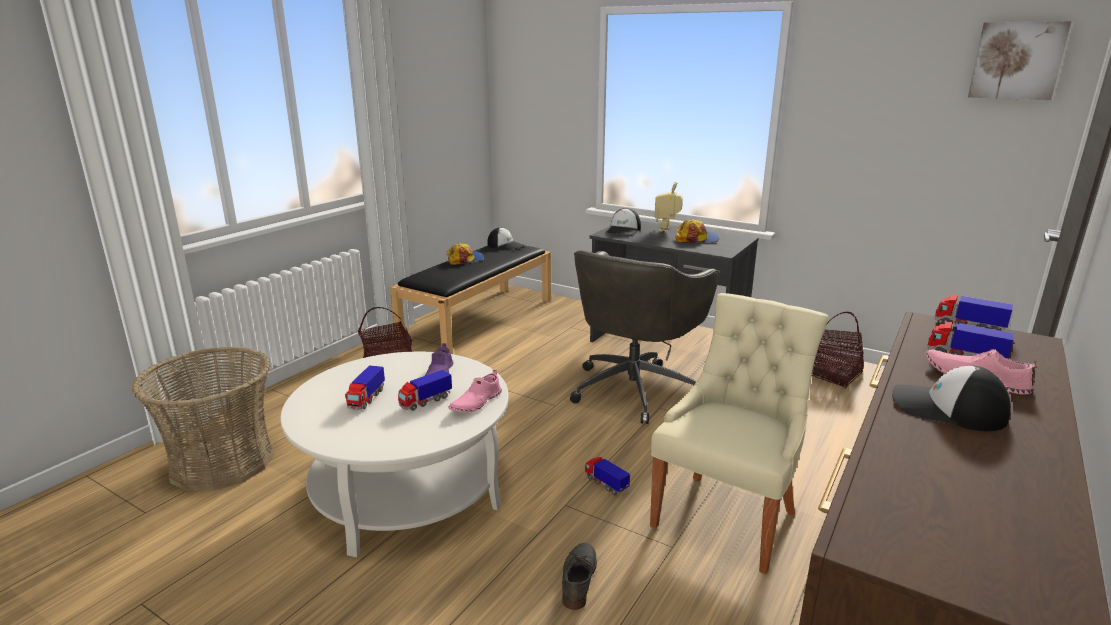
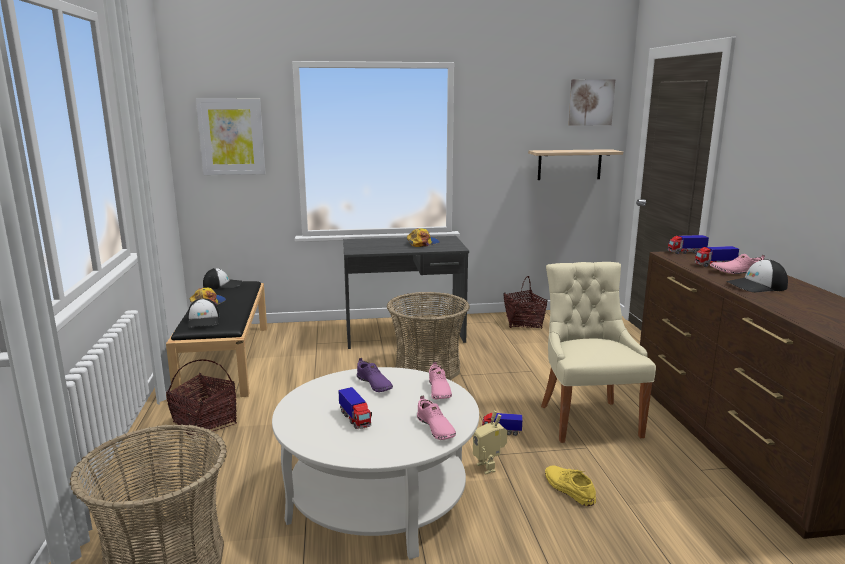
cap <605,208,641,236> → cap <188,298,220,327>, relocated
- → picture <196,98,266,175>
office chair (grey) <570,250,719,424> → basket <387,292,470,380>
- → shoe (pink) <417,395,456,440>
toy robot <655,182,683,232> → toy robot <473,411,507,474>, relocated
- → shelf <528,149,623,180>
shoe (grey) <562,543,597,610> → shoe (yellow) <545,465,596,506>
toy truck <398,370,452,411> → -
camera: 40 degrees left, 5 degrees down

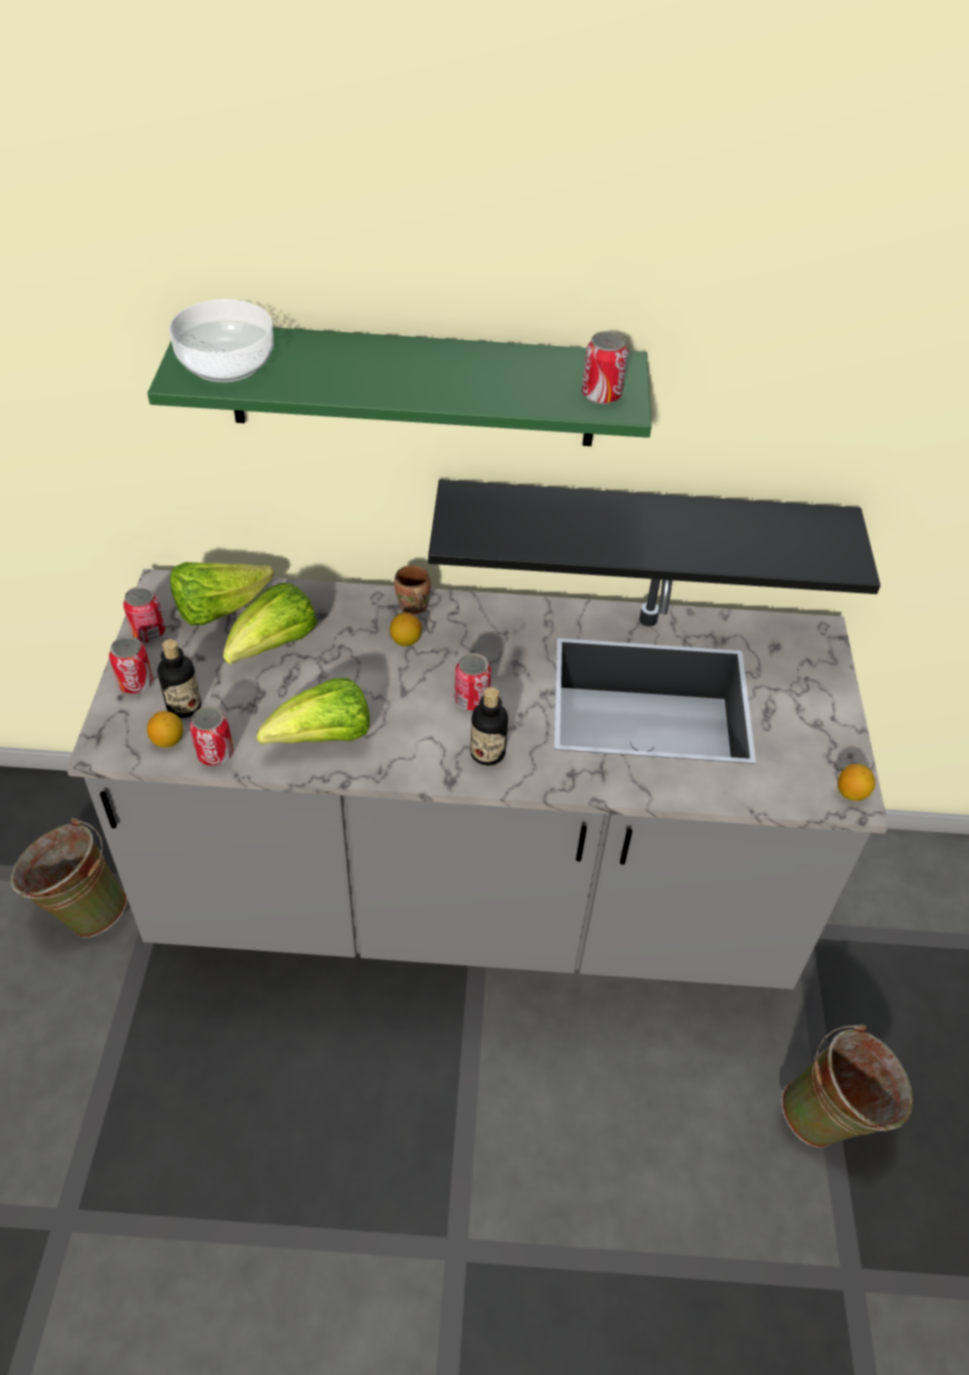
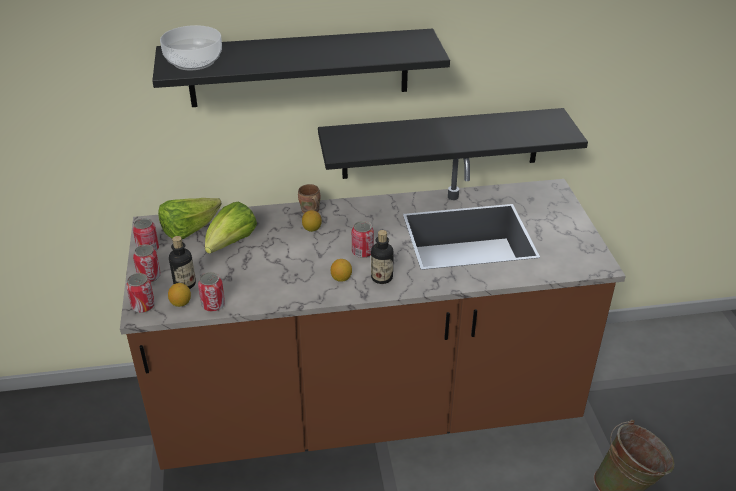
counter (grey) <66,569,889,989> → counter (brown) <120,158,626,470>
can <582,331,628,404> → can <126,273,155,313>, relocated
shelf (green) <147,327,652,446> → shelf (black) <152,29,450,107>
lemon <838,764,875,801> → lemon <331,259,352,282>, relocated
bucket (green) <11,818,127,938> → -
lettuce <257,678,370,744> → -
camera: 10 degrees left, 10 degrees down

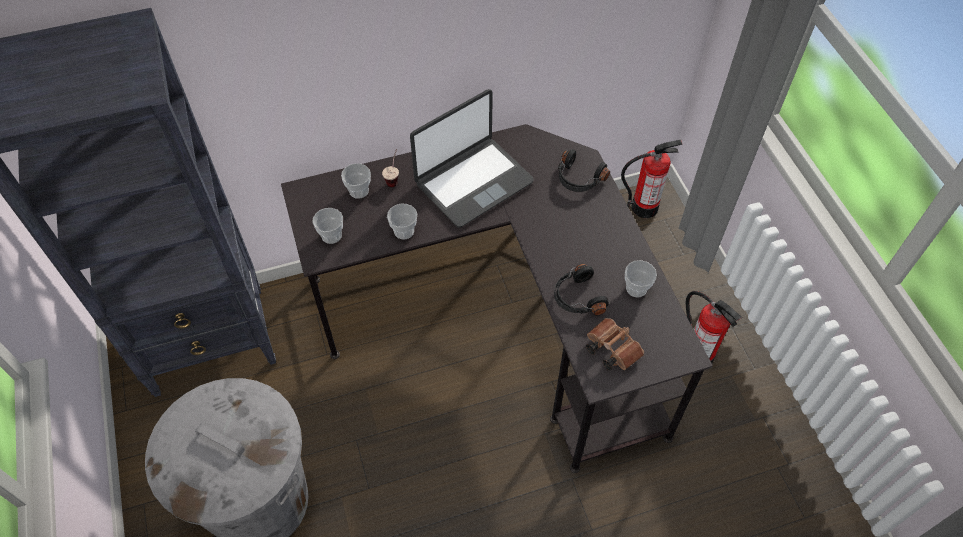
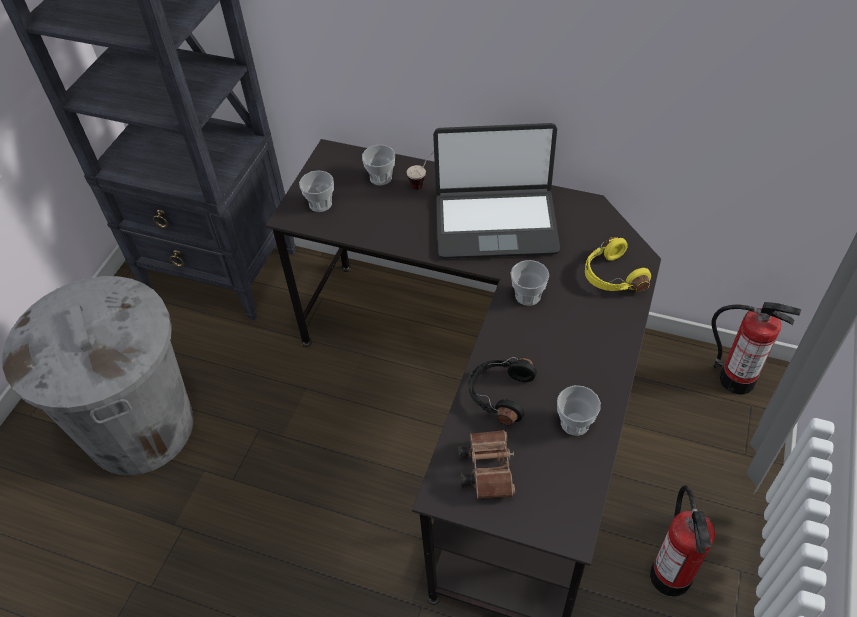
cup <387,203,417,240> → cup <511,260,549,306>, relocated
headphones (black) <558,149,610,192> → headphones (yellow) <585,237,651,292>
camera: 40 degrees right, 5 degrees down

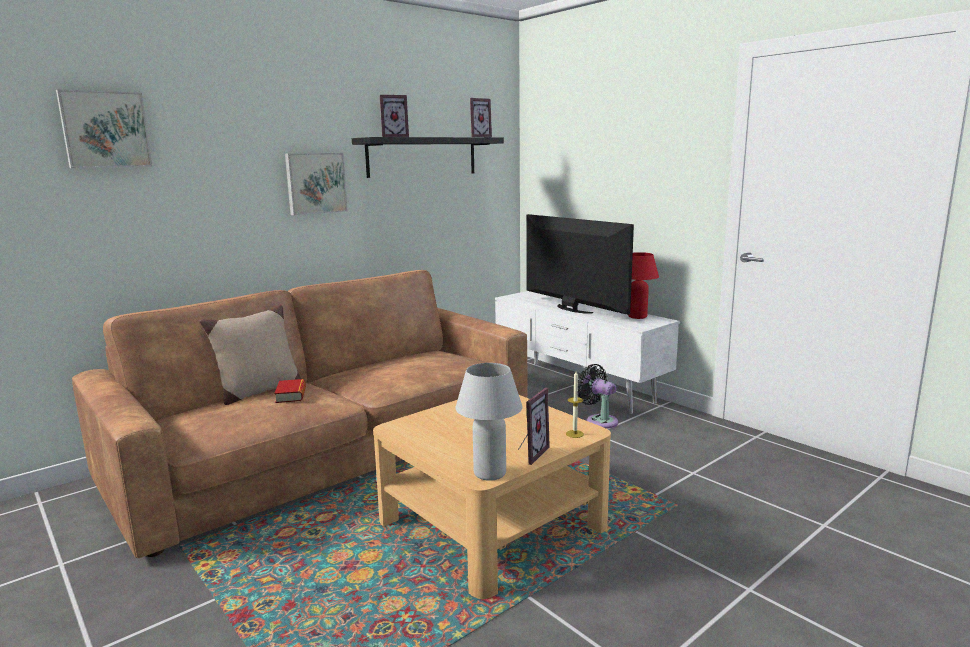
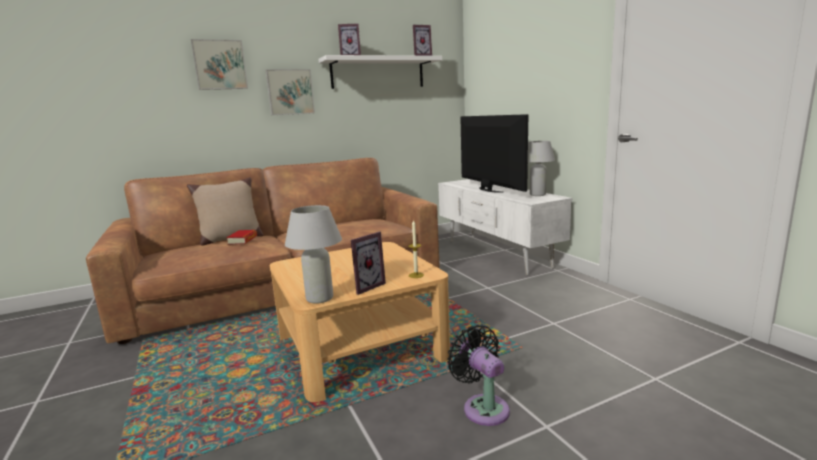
picture <56,89,152,168> → picture <191,39,248,90>, relocated
shelf (black) <352,137,504,178> → shelf (white) <318,55,442,89>
fan (black) <578,364,618,429> → fan (black) <447,325,510,426>, relocated
table lamp (red) <628,252,659,319> → table lamp (white) <528,141,555,196>
camera: 15 degrees right, 0 degrees up

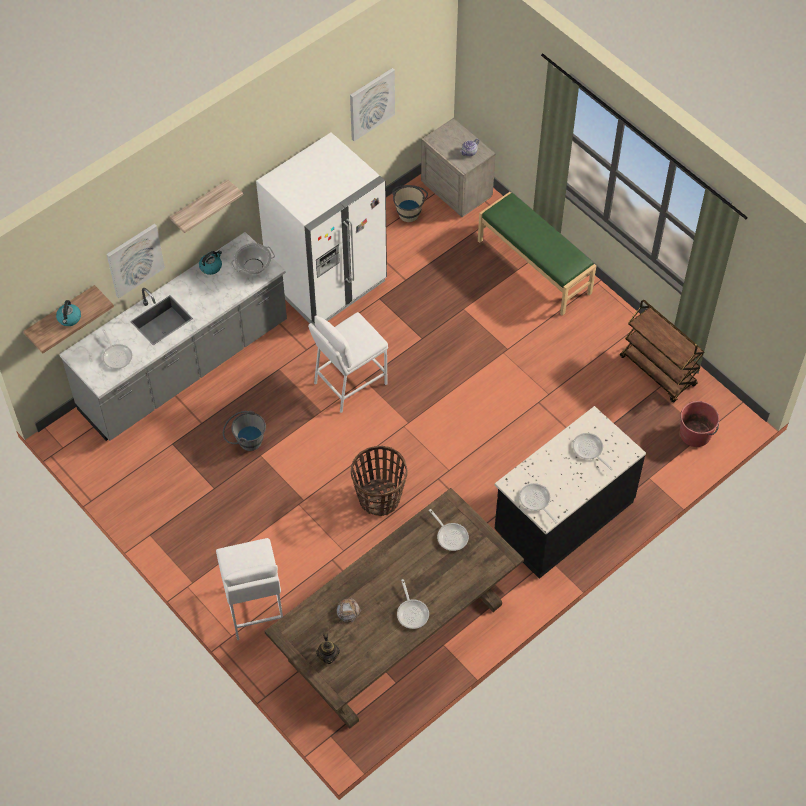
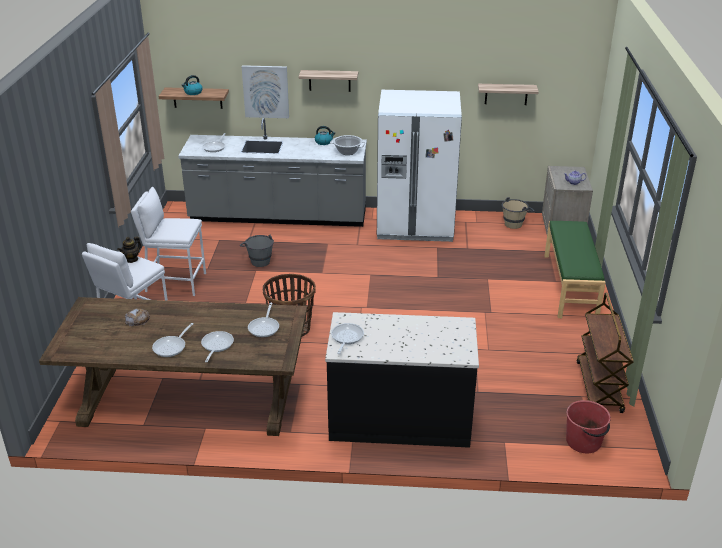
teapot <316,633,340,664> → teapot <117,236,142,263>, relocated
stool (white) <308,312,388,413> → stool (white) <131,187,206,296>, relocated
frying pan <572,433,613,470> → frying pan <201,331,234,362>, relocated
picture <350,68,395,141> → shelf <478,84,539,105>
camera: 45 degrees right, 25 degrees down

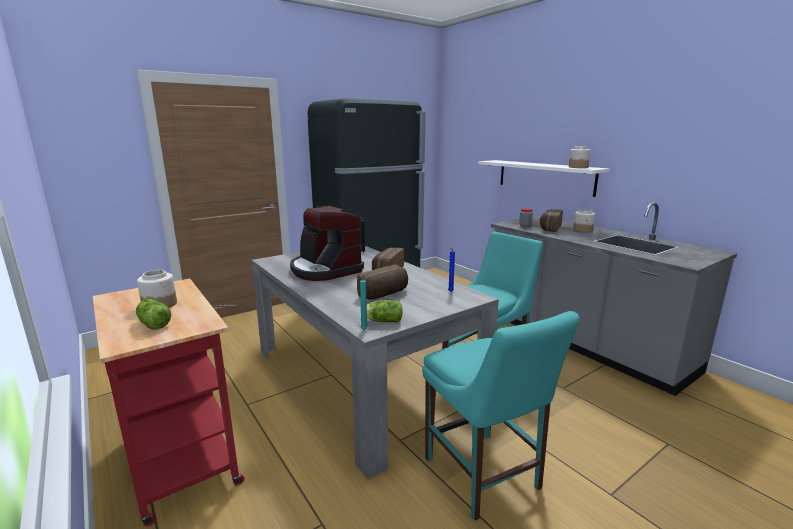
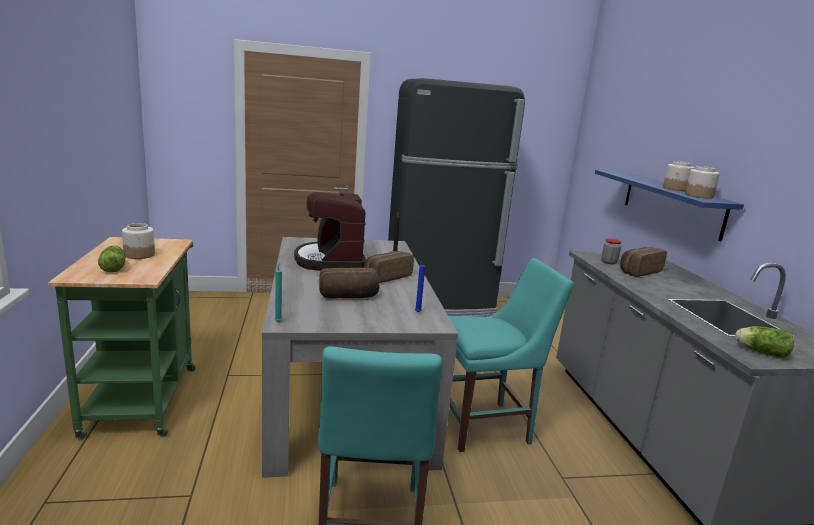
cart (red) <93,279,244,526> → cart (green) <48,237,196,440>
shelf (white) <478,160,610,197> → shelf (blue) <595,170,744,242>
jar <573,209,595,232> → jar <663,161,695,191>, relocated
lettuce <367,300,403,322> → lettuce <735,326,794,358>, relocated
camera: 25 degrees right, 0 degrees up

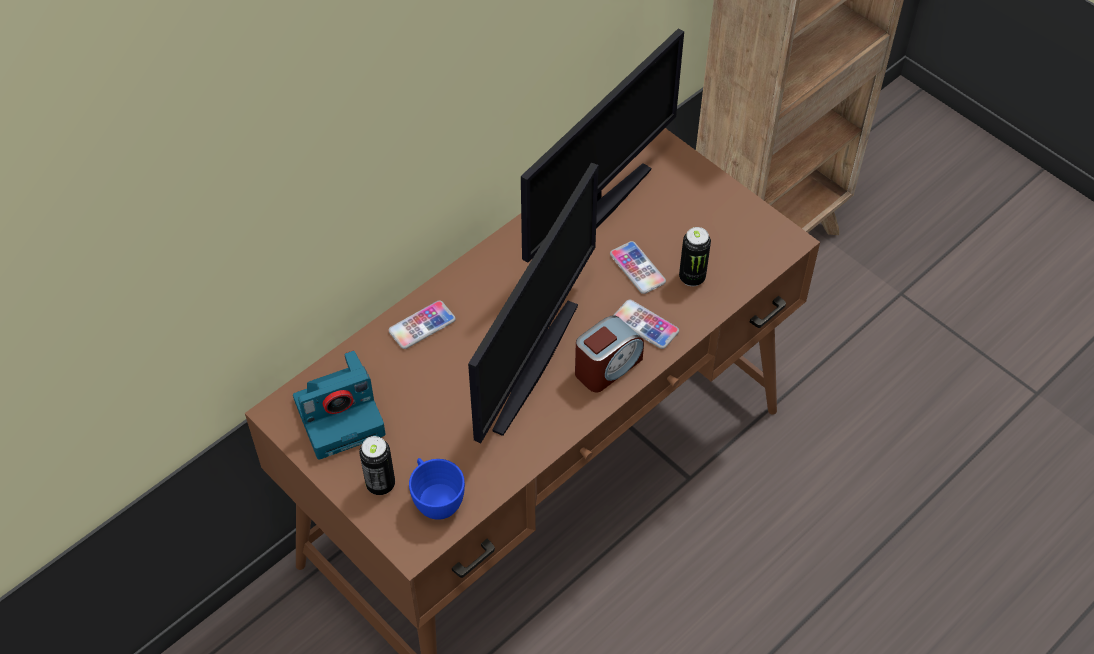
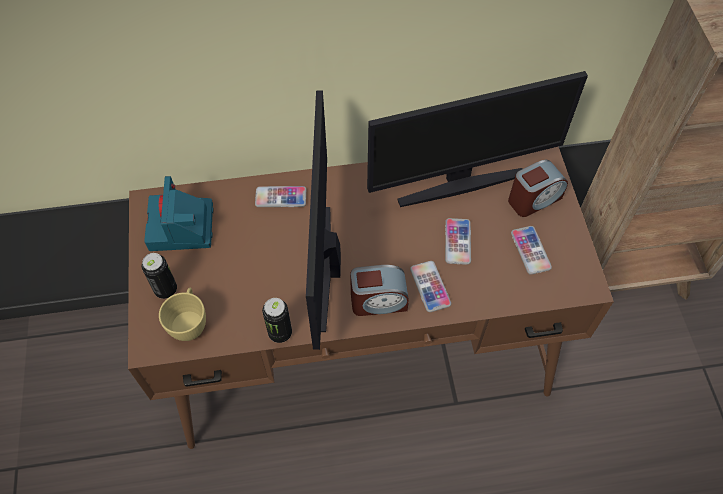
photo camera <293,351,386,460> → photo camera <144,176,214,251>, 75 degrees clockwise
cup (blue) <409,458,465,520> → cup (yellow) <159,288,206,341>
can <679,227,711,286> → can <262,298,292,343>, relocated
monitor <468,163,599,443> → monitor <306,90,341,350>, 120 degrees clockwise
- → alarm clock <508,160,568,217>
- → phone <511,226,552,275>
camera: 35 degrees right, 5 degrees up

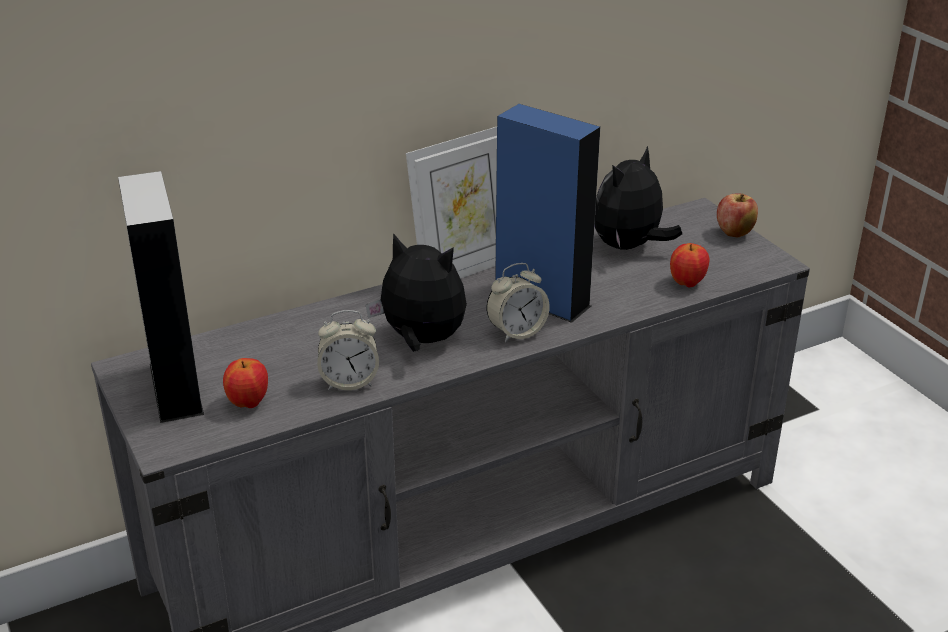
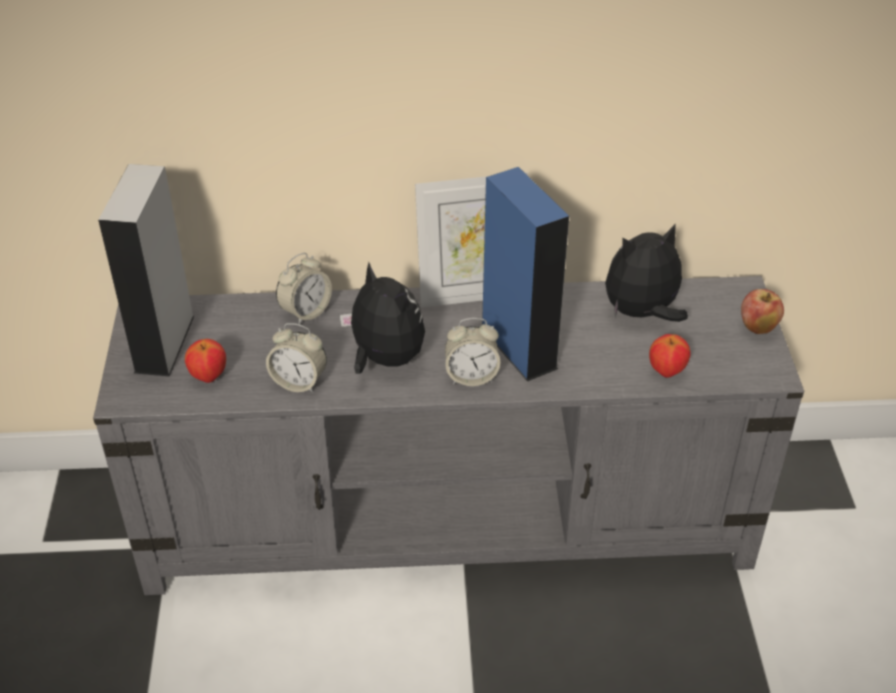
- → alarm clock <276,253,332,324>
camera: 25 degrees right, 10 degrees up

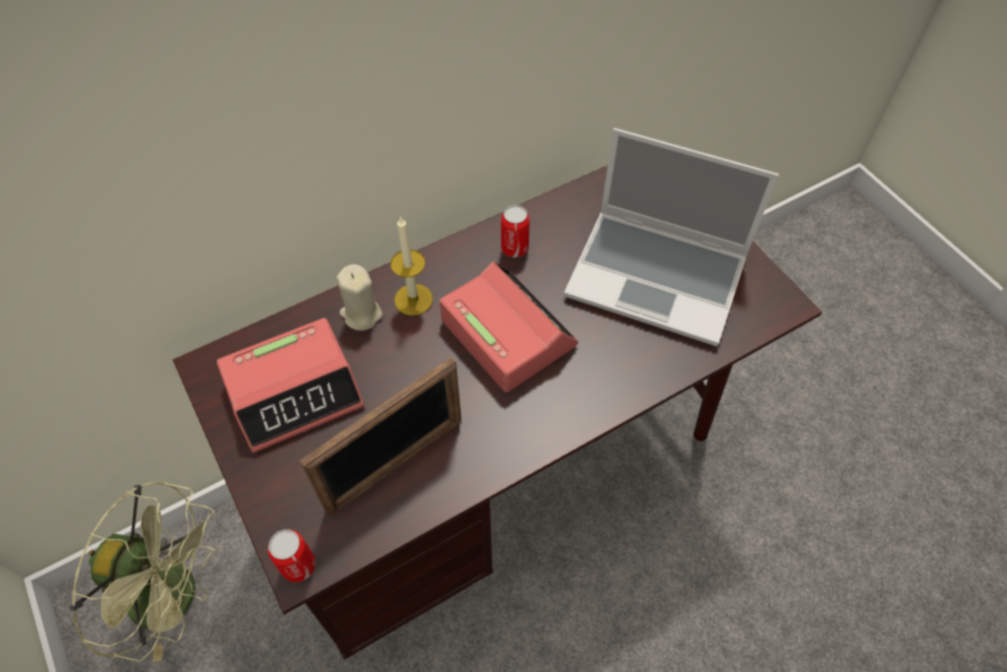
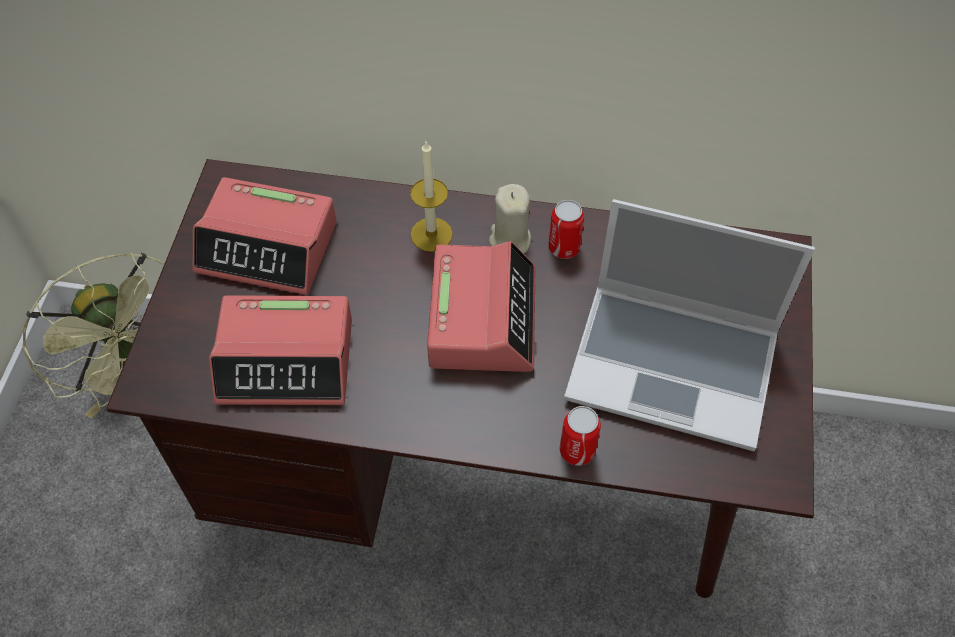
picture frame <299,356,461,516> → alarm clock <209,295,352,405>
candle (beige) <336,264,383,331> → candle (beige) <489,184,531,253>, relocated
can <268,529,316,582> → can <560,406,601,466>, relocated
laptop <564,128,779,347> → laptop <564,199,815,451>, 45 degrees counterclockwise
camera: 40 degrees right, 0 degrees up

